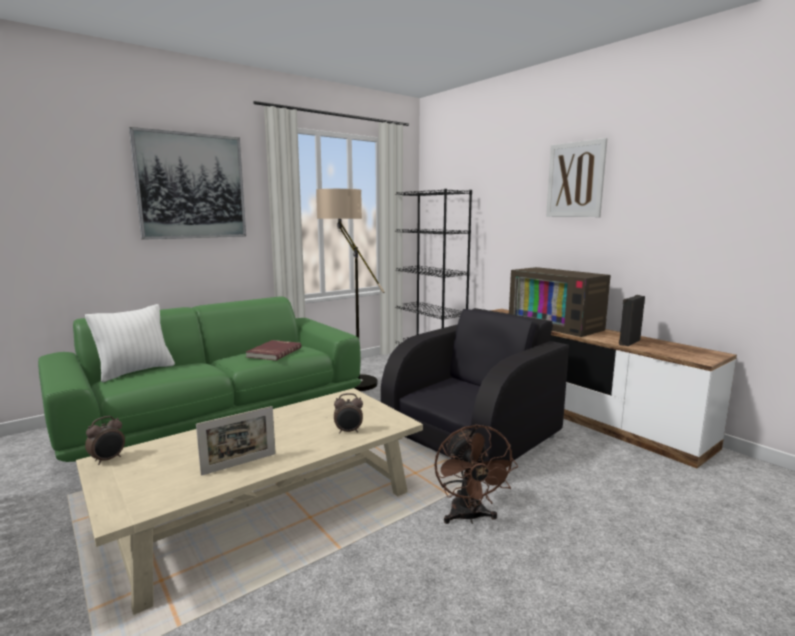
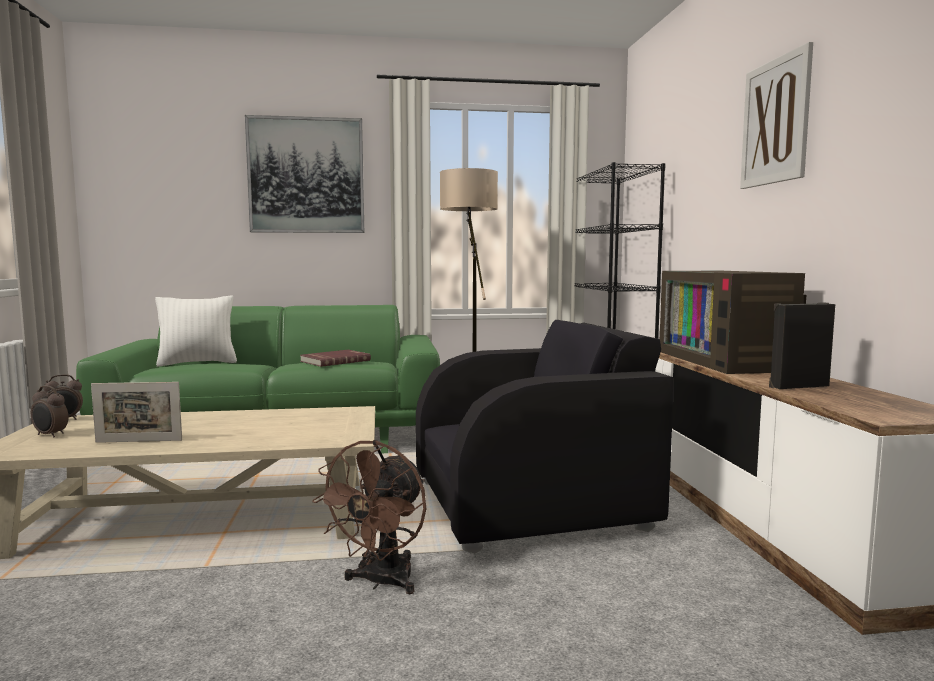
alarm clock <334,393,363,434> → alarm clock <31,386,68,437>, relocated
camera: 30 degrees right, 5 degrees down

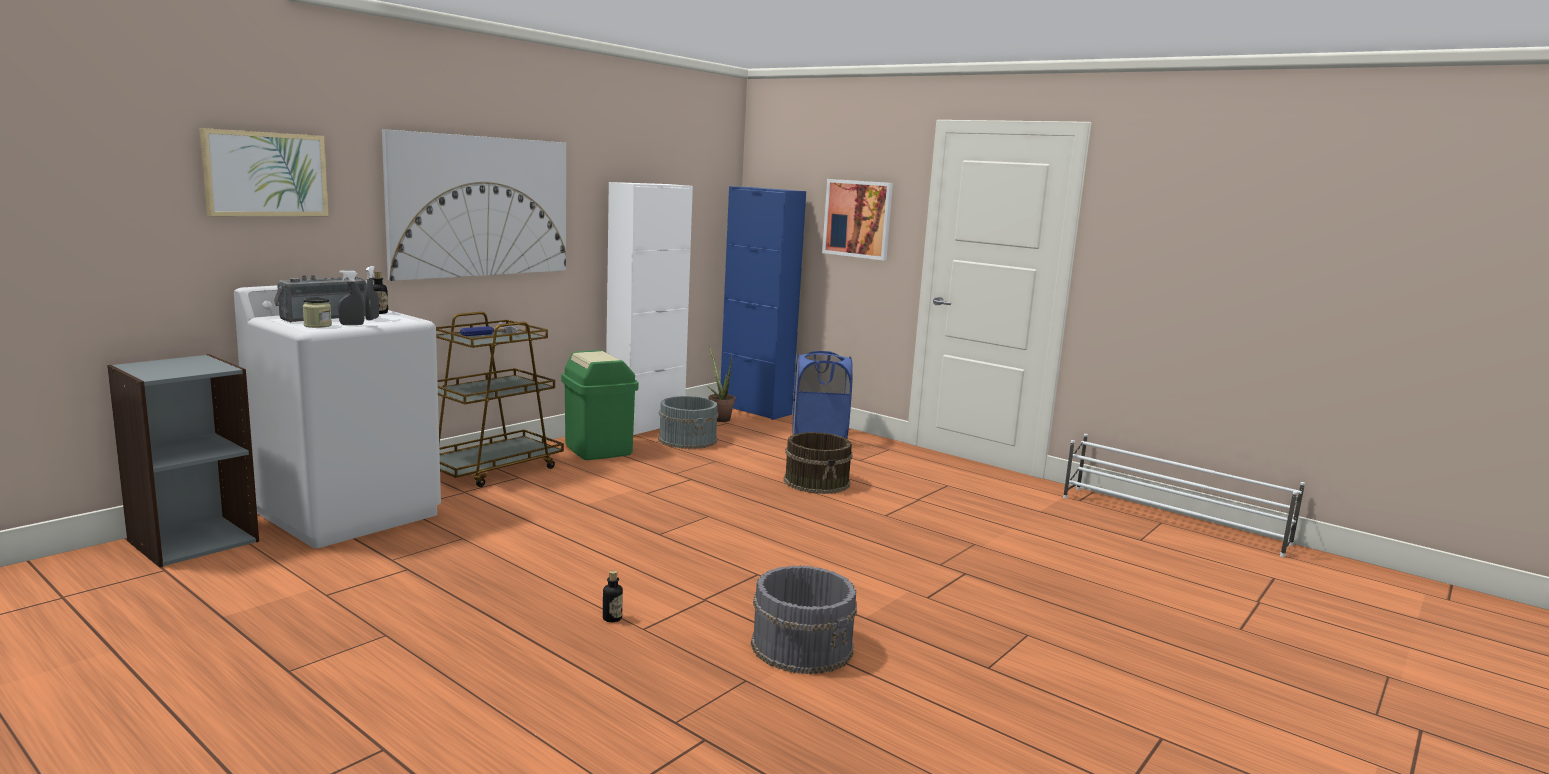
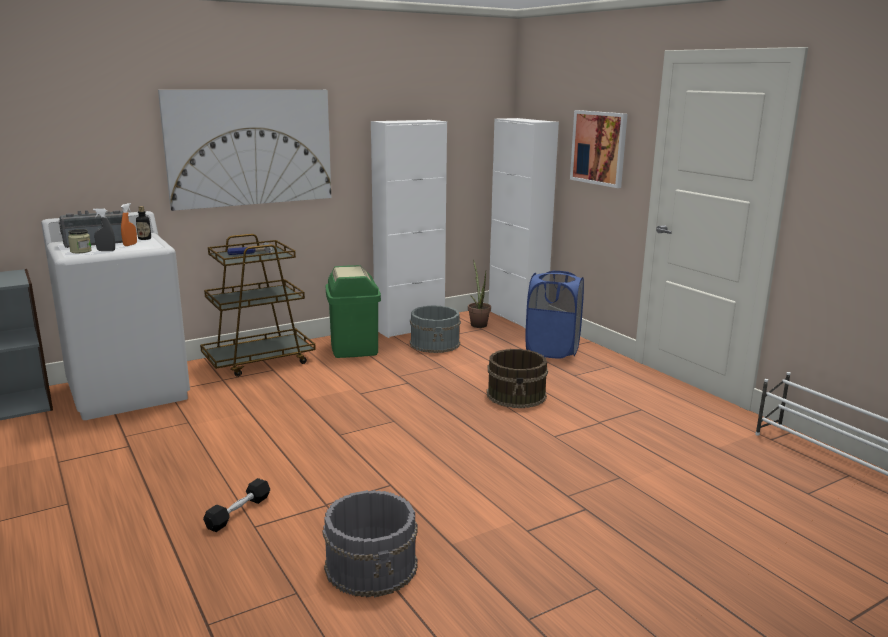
spray bottle (grey) <364,266,379,320> → spray bottle (orange) <121,203,137,246>
bottle <603,570,623,622> → dumbbell (black) <203,478,270,532>
cabinet (blue) <721,186,806,420> → cabinet (white) <489,118,559,328>
picture <199,128,329,216> → -
camera: 20 degrees right, 5 degrees up

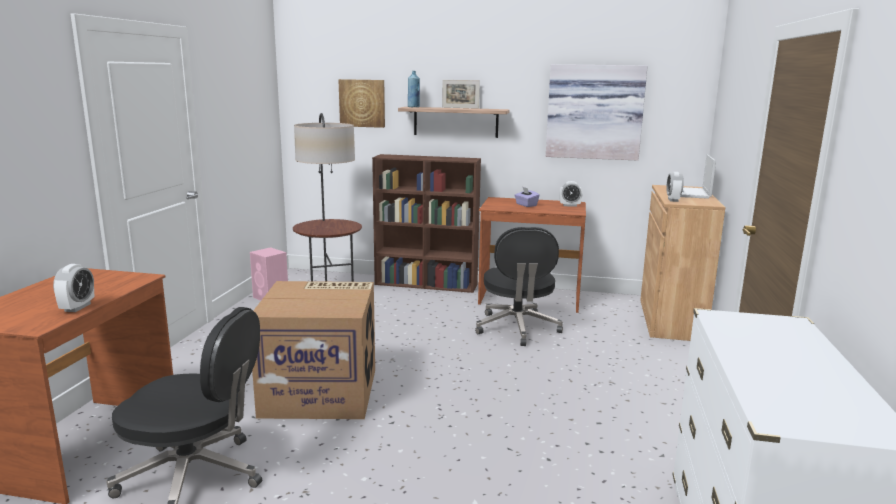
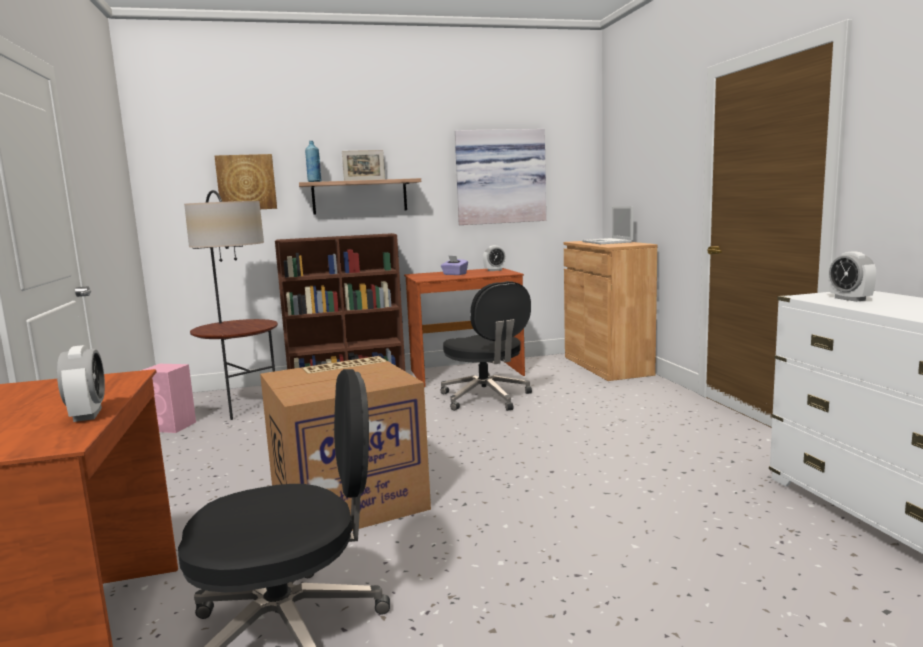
alarm clock <666,172,684,202> → alarm clock <828,252,876,302>, relocated
camera: 25 degrees left, 5 degrees down

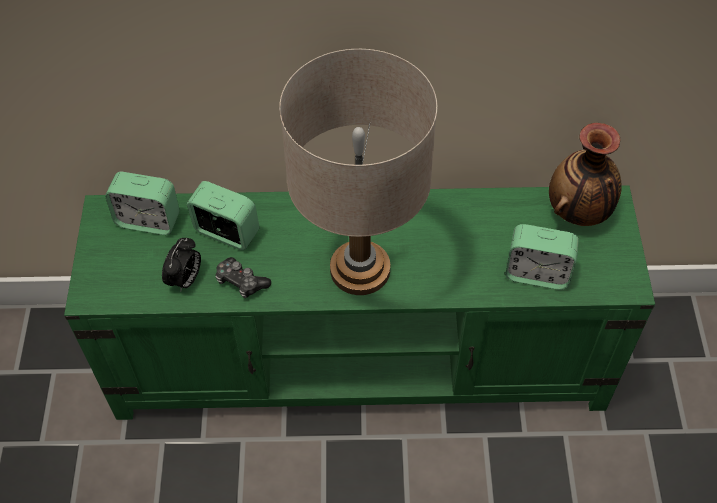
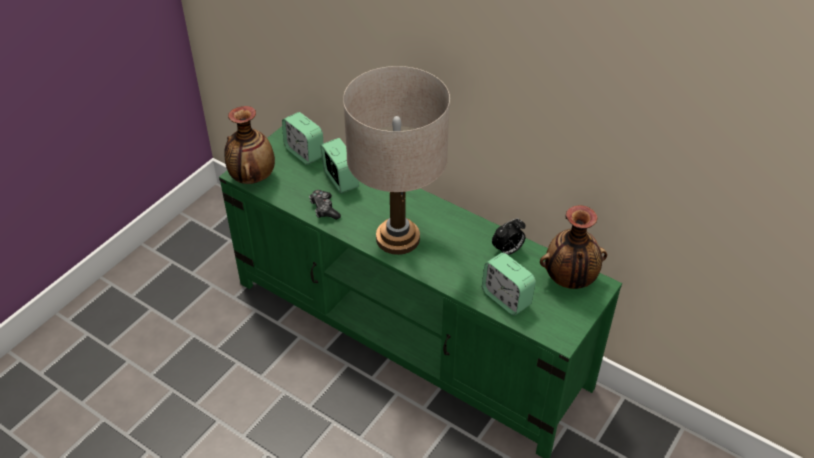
- → vase <224,106,275,184>
alarm clock <162,238,201,292> → alarm clock <492,218,525,255>, relocated
camera: 35 degrees right, 10 degrees down

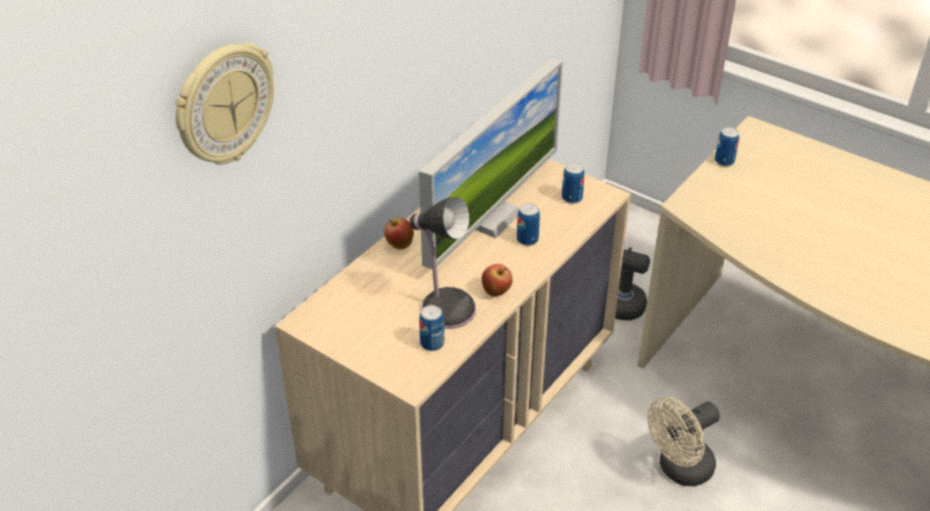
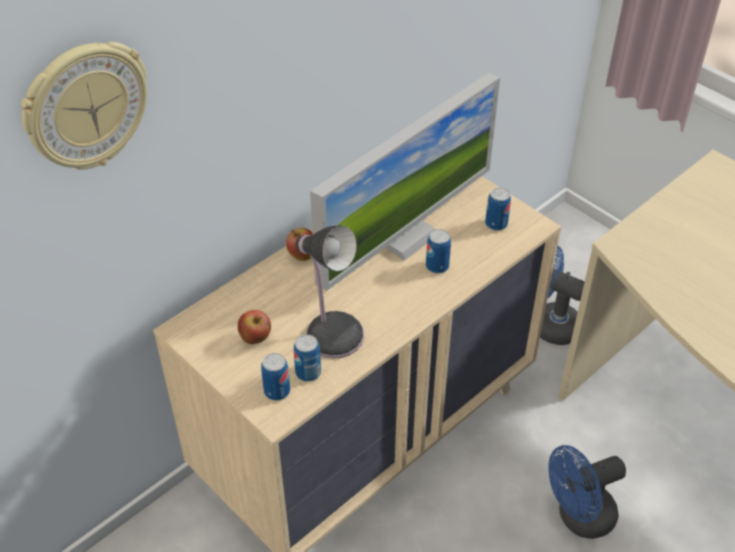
apple <482,264,513,296> → apple <238,310,271,344>, relocated
can <715,127,739,166> → can <261,353,290,401>, relocated
fan (beige) <648,396,720,486> → fan (blue) <548,445,626,539>
camera: 10 degrees right, 5 degrees up

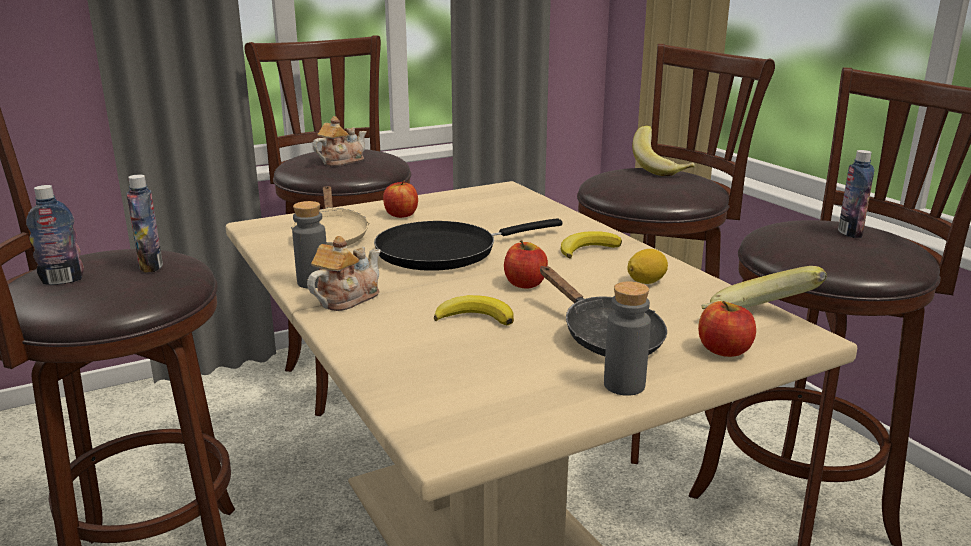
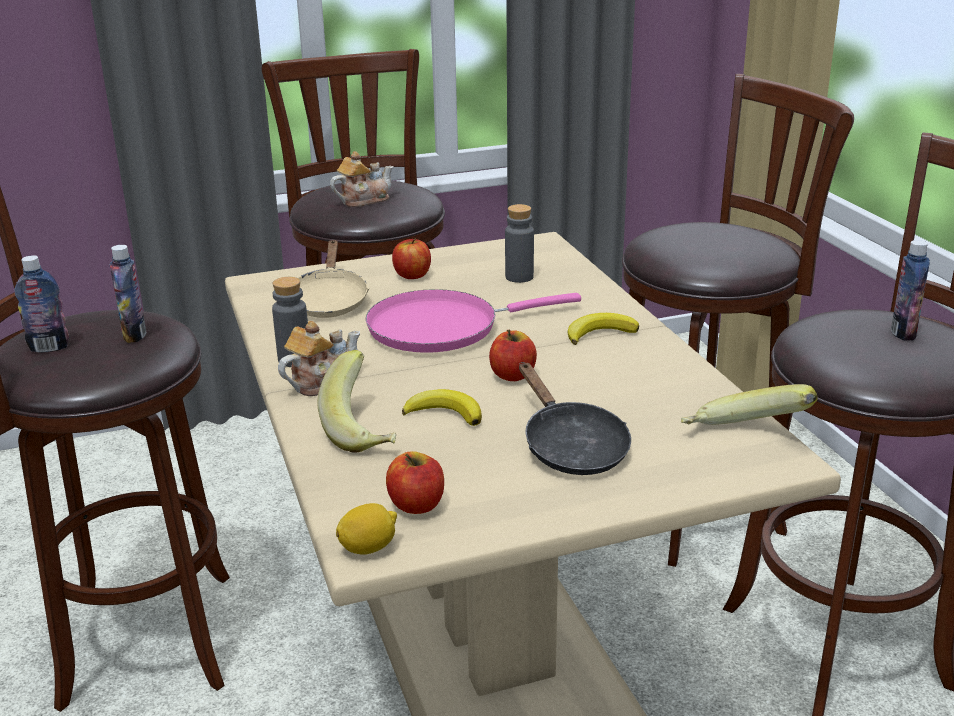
banana <632,125,695,176> → banana <318,350,396,452>, relocated
lemon <627,249,668,284> → lemon <336,503,397,555>, relocated
frying pan (black) <374,218,562,271> → frying pan (pink) <366,289,581,353>
apple <698,301,756,357> → apple <386,451,444,514>, relocated
bottle (grey) <604,281,651,396> → bottle (grey) <505,204,534,283>, relocated
camera: 10 degrees right, 5 degrees up

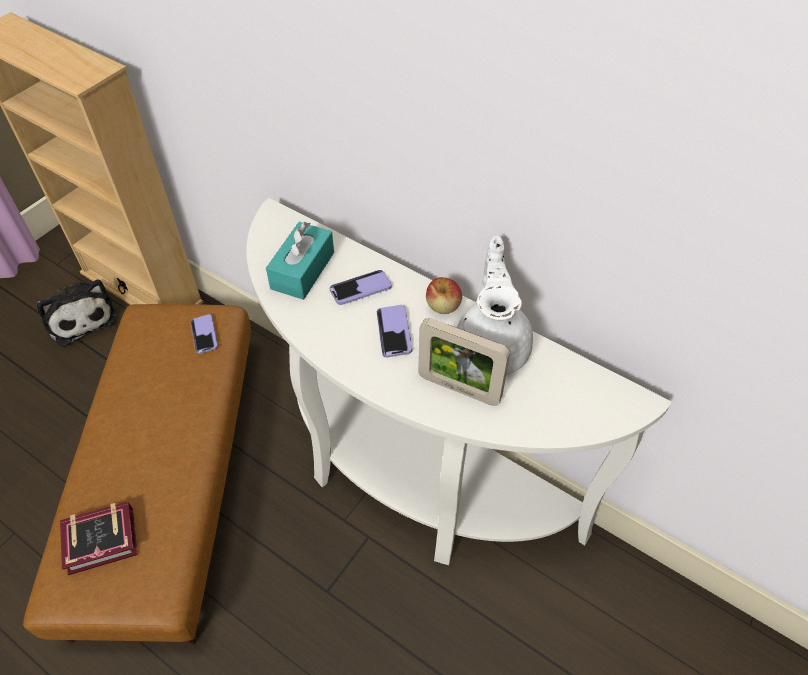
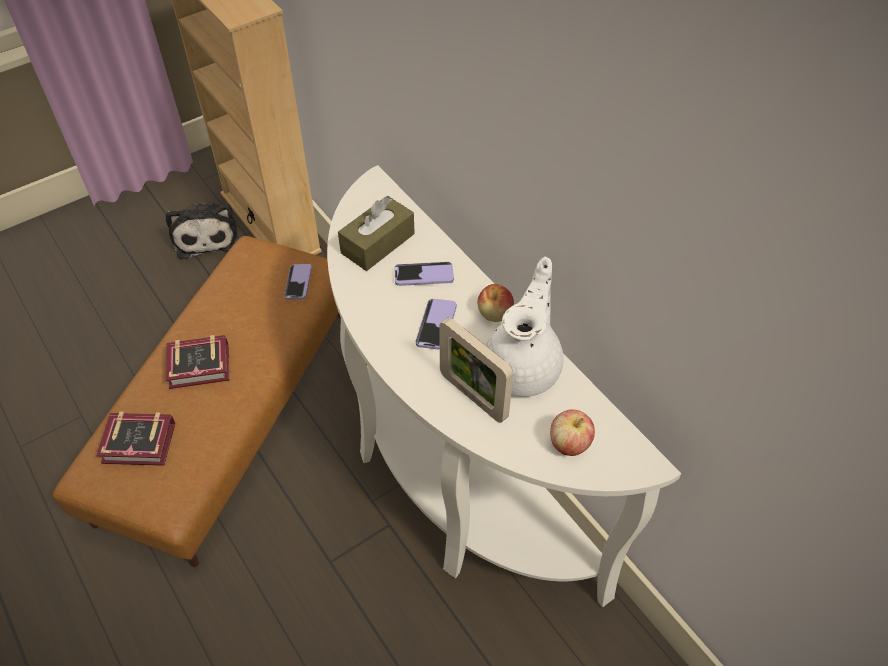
- → book <165,335,230,389>
tissue box (turquoise) <266,222,334,300> → tissue box (brown) <338,196,415,271>
- → apple <550,410,595,456>
camera: 20 degrees right, 0 degrees up

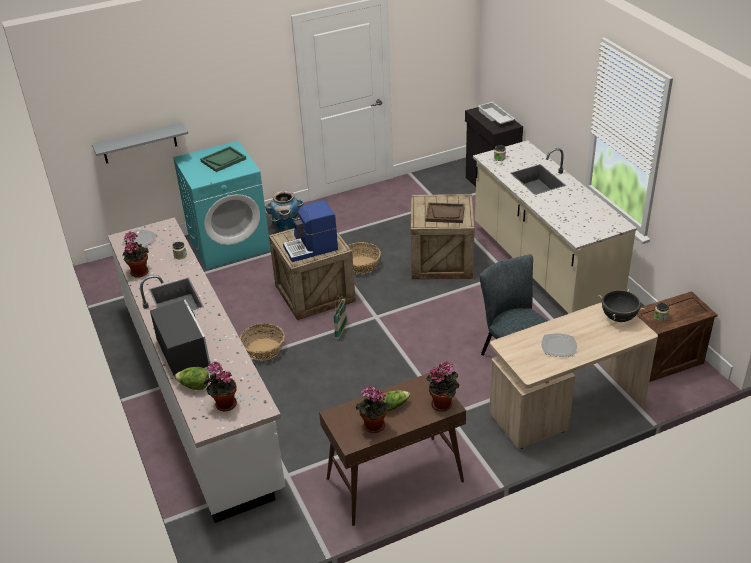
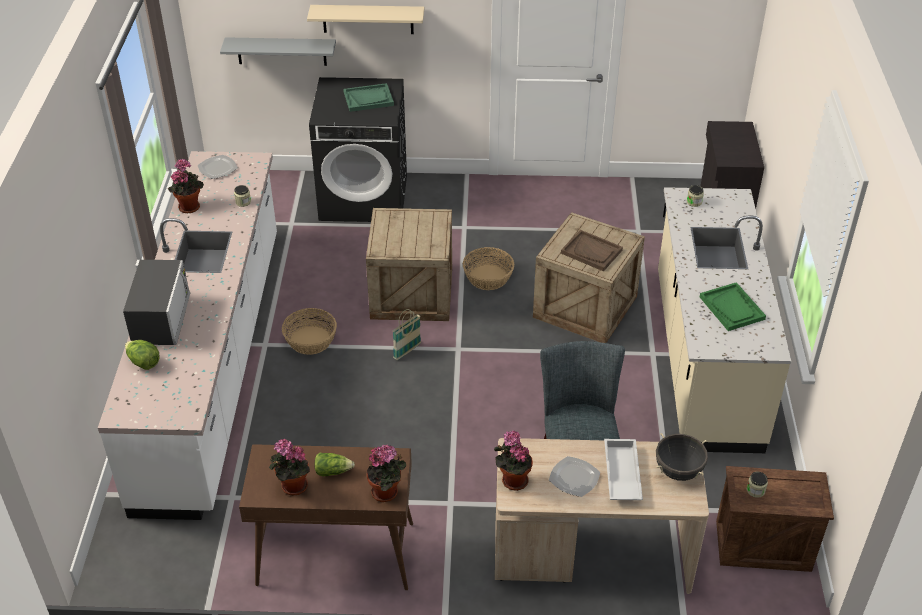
- → shelf (beige) <307,5,424,34>
washing machine (turquoise) <173,141,271,269> → washing machine (black) <309,77,407,222>
potted plant <203,362,237,411> → potted plant <494,431,533,491>, relocated
tray (white) <478,102,515,124> → tray (white) <604,439,643,500>, relocated
- → tray (green) <700,282,766,331>
planter <265,190,304,232> → -
coffee machine <283,200,338,262> → -
camera: 25 degrees right, 5 degrees up

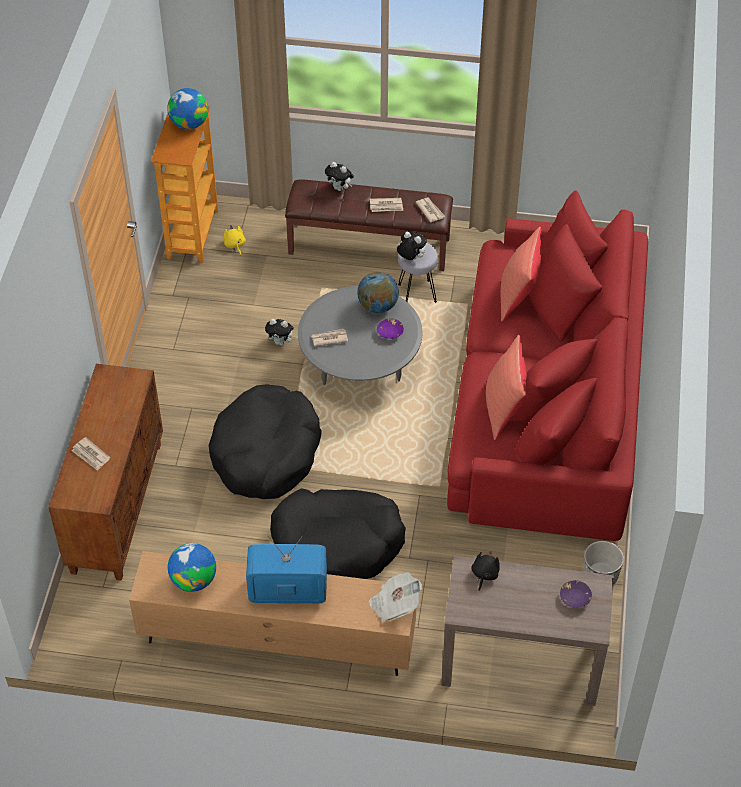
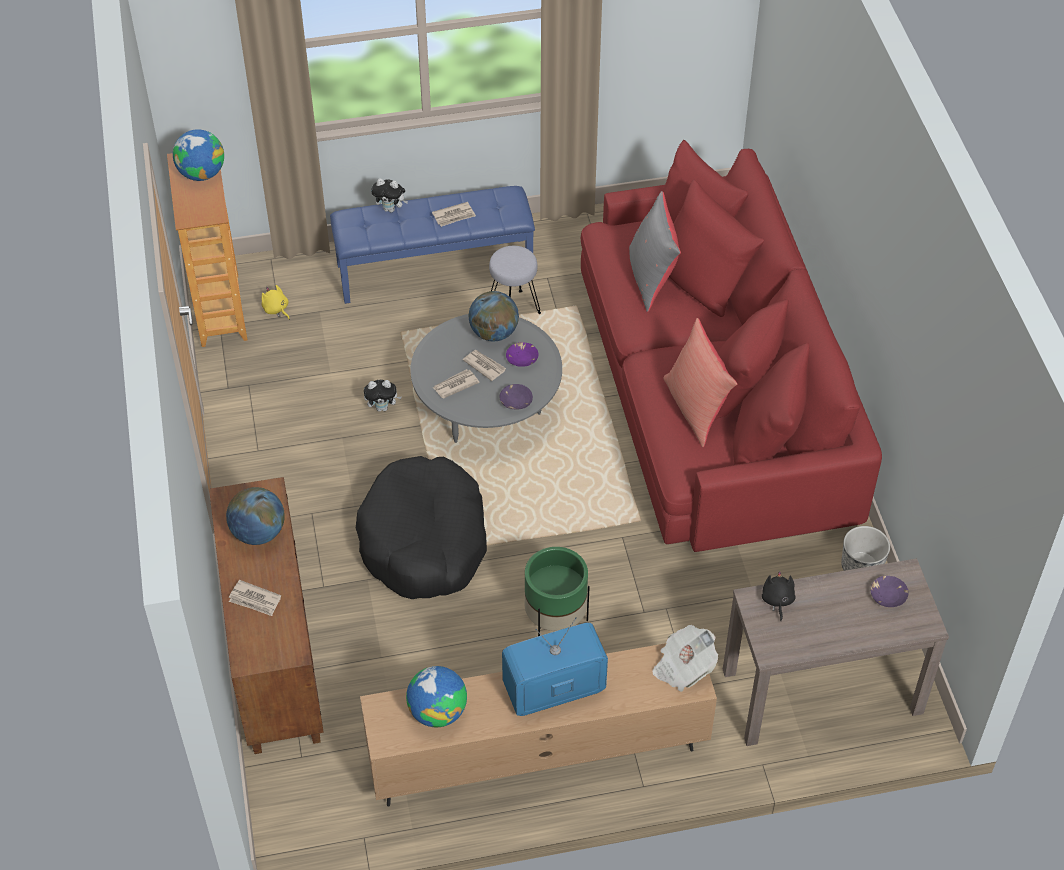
- → globe <226,487,285,545>
bench (brown) <285,180,453,271> → bench (blue) <330,186,535,304>
newspaper <416,198,445,222> → newspaper <463,350,506,381>, relocated
- → bowl (purple) <499,384,533,409>
dog bed (black) <270,488,406,579> → planter (green) <524,547,590,636>
pillow (red) <501,227,541,322> → pillow (grey) <629,191,681,312>
plush toy <397,231,427,260> → -
camera: 20 degrees left, 0 degrees up

